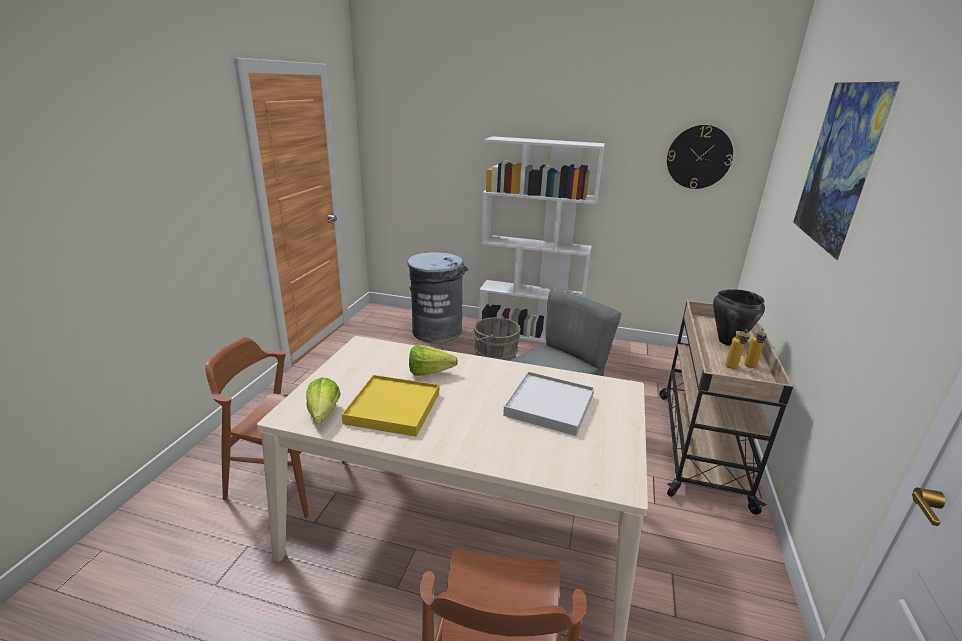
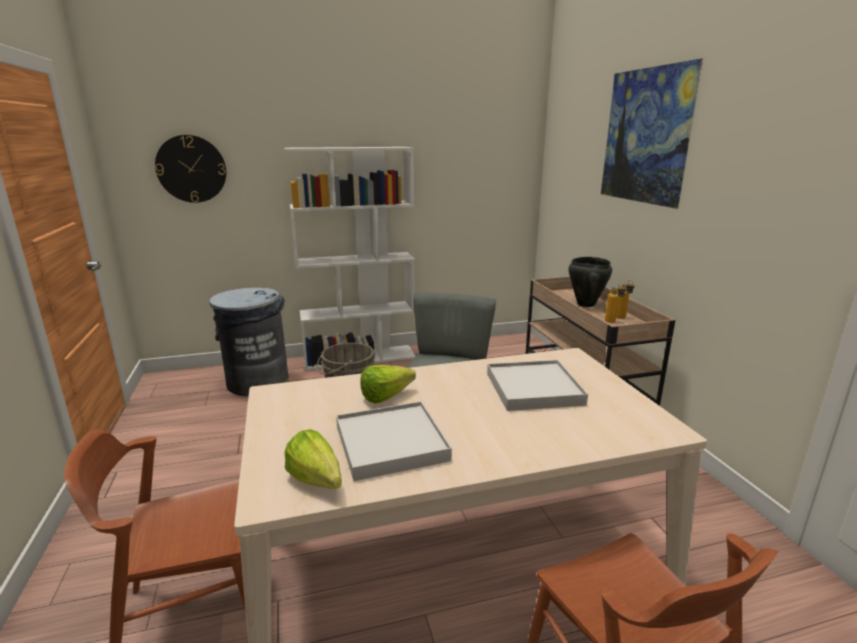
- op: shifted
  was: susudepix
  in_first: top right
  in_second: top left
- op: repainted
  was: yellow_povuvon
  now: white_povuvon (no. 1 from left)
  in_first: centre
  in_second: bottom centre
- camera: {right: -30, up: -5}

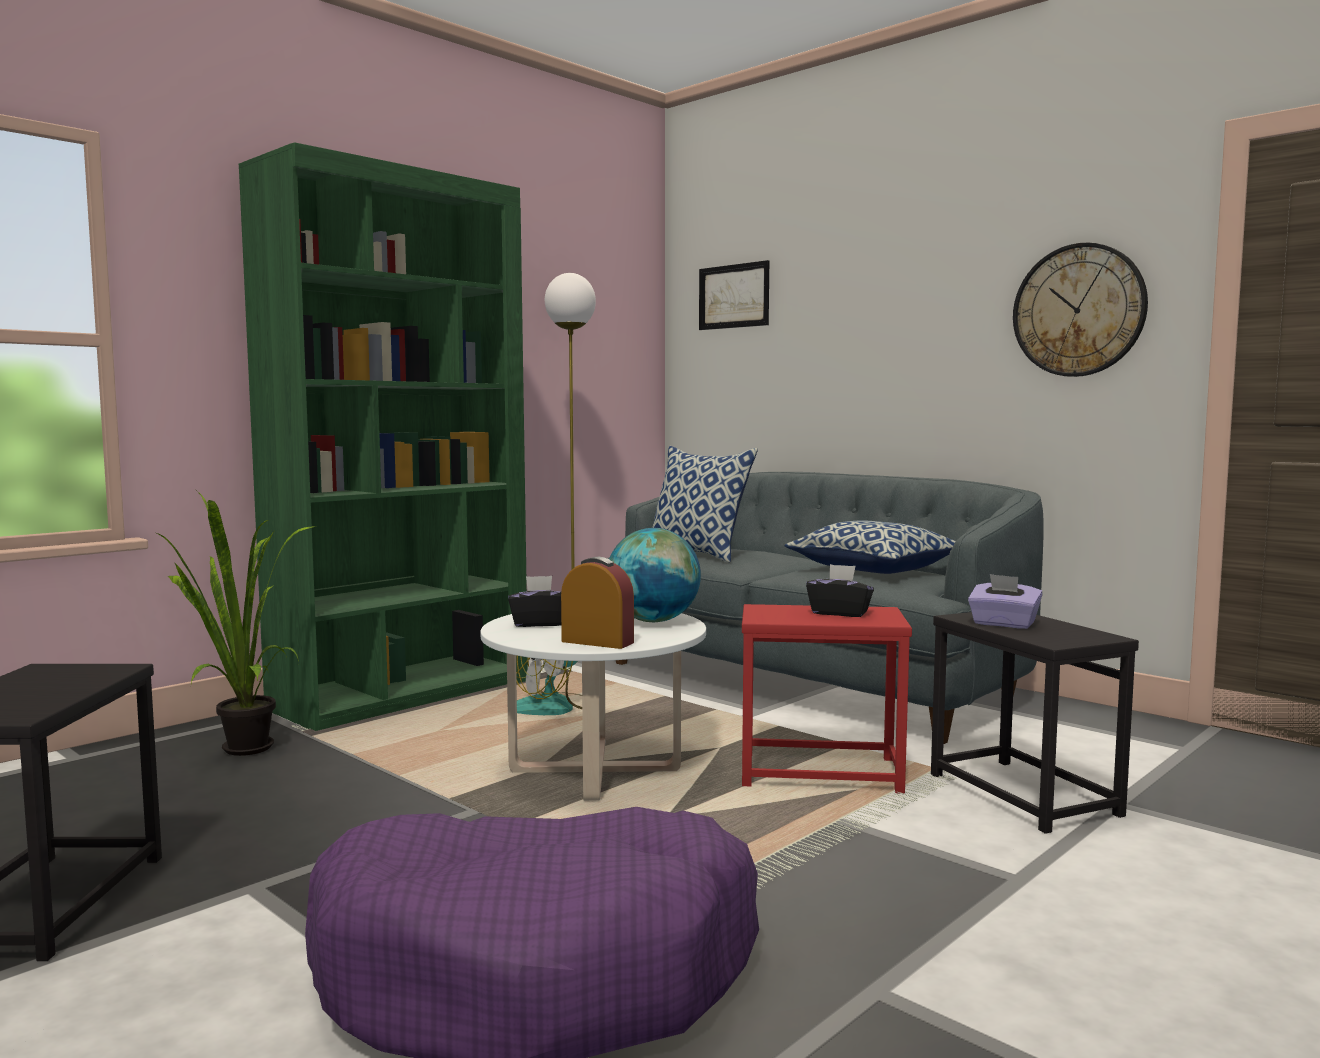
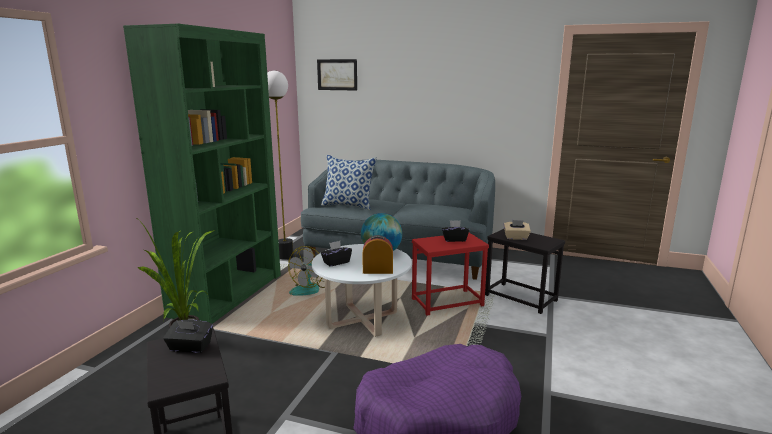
- op: gone
  was: susudepix
  in_first: top right
- op: gone
  was: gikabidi (no. 2 from left)
  in_first: centre
- op: repainted
  was: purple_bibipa
  now: beige_bibipa
  in_first: middle right
  in_second: middle right
- op: new
  now: black_bibipa (no. 1 from left)
  in_second: bottom left
- camera: {right: -25, up: 10}

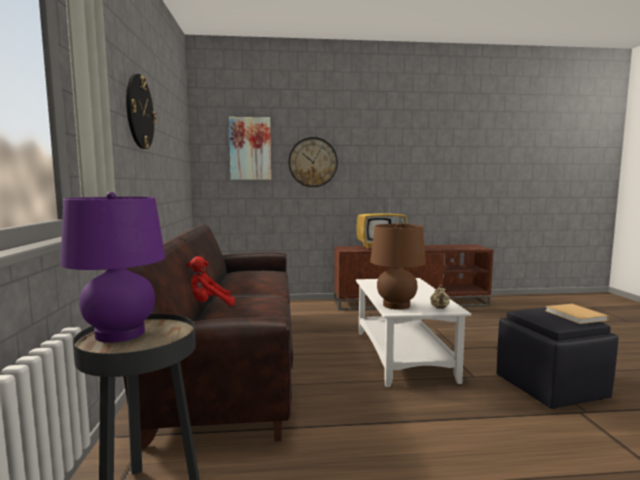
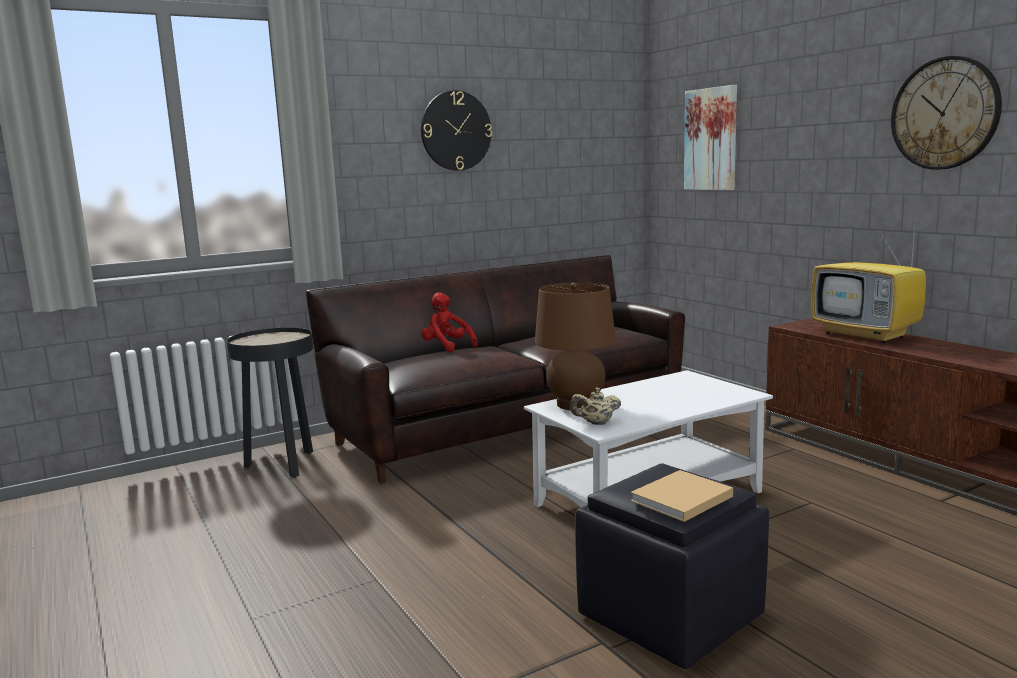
- op: shifted
  was: susudepix (no. 2 from left)
  in_first: centre
  in_second: top right
- op: gone
  was: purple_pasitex
  in_first: middle left
- camera: {right: 65, up: 5}

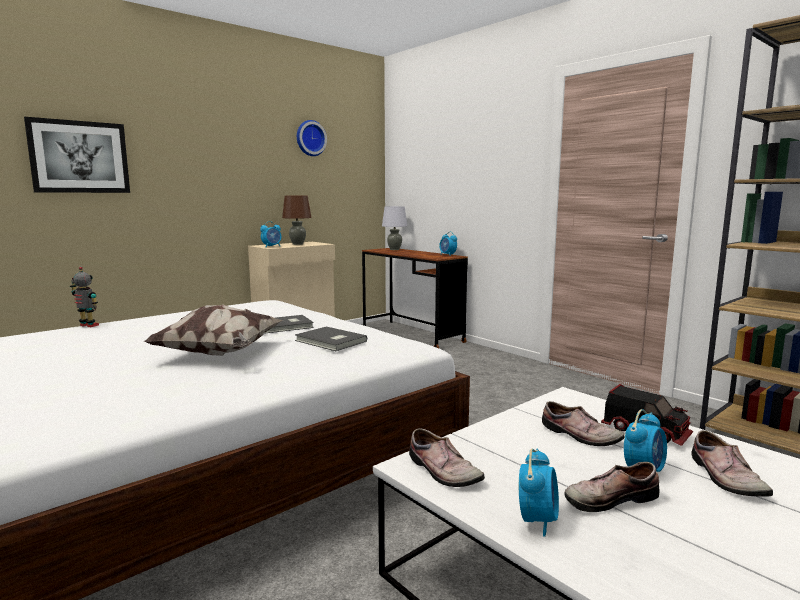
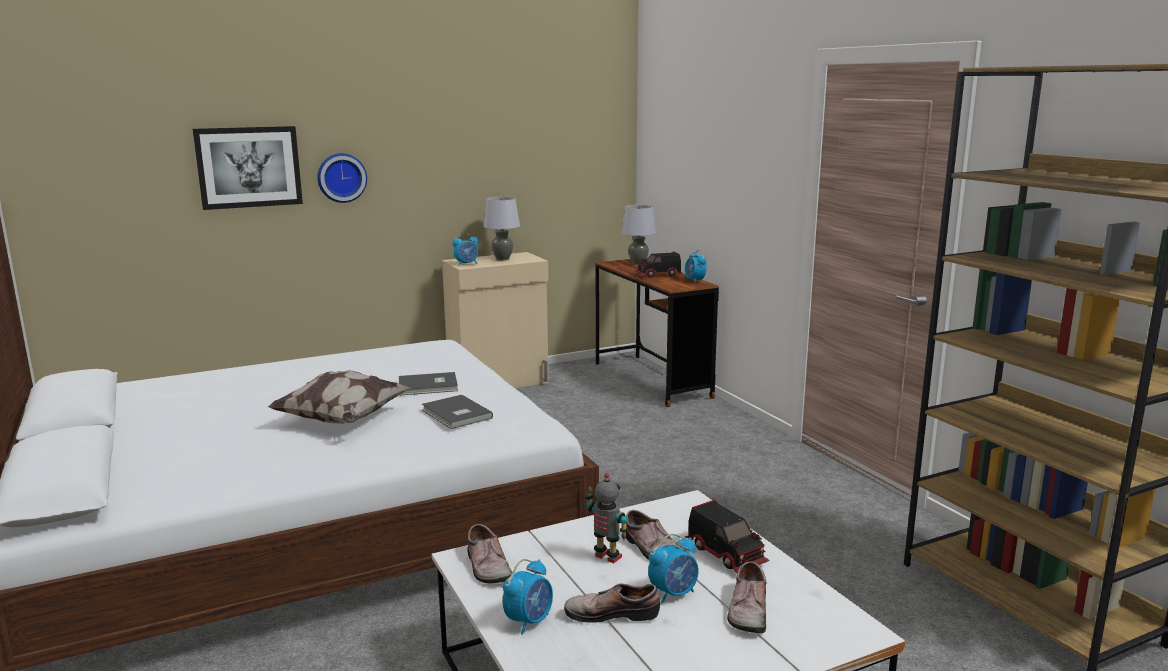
- op: shifted
  was: susudepix
  in_first: top centre
  in_second: top left
- op: repainted
  was: brown_pasitex
  now: grey_pasitex (no. 1 from left)
  in_first: centre
  in_second: centre
- op: shifted
  was: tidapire
  in_first: middle left
  in_second: bottom centre
- op: new
  now: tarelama (no. 1 from left)
  in_second: centre
- camera: {right: 15, up: 5}

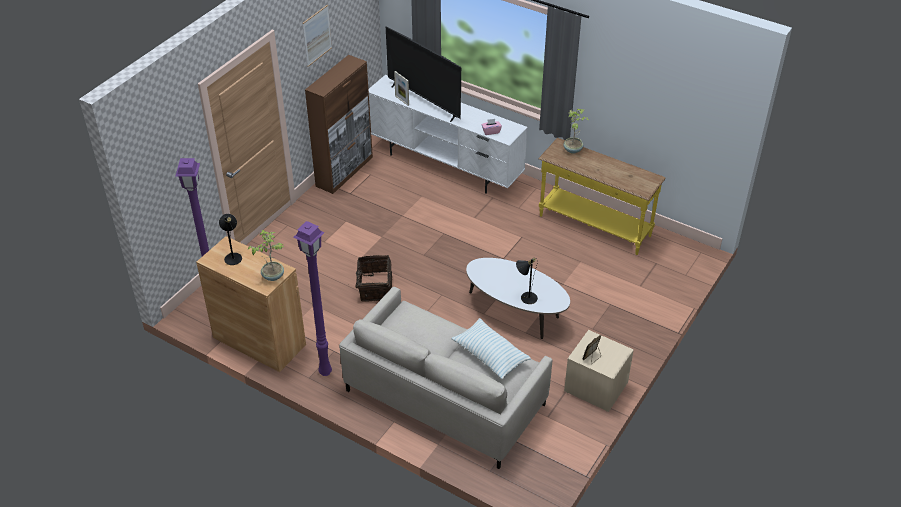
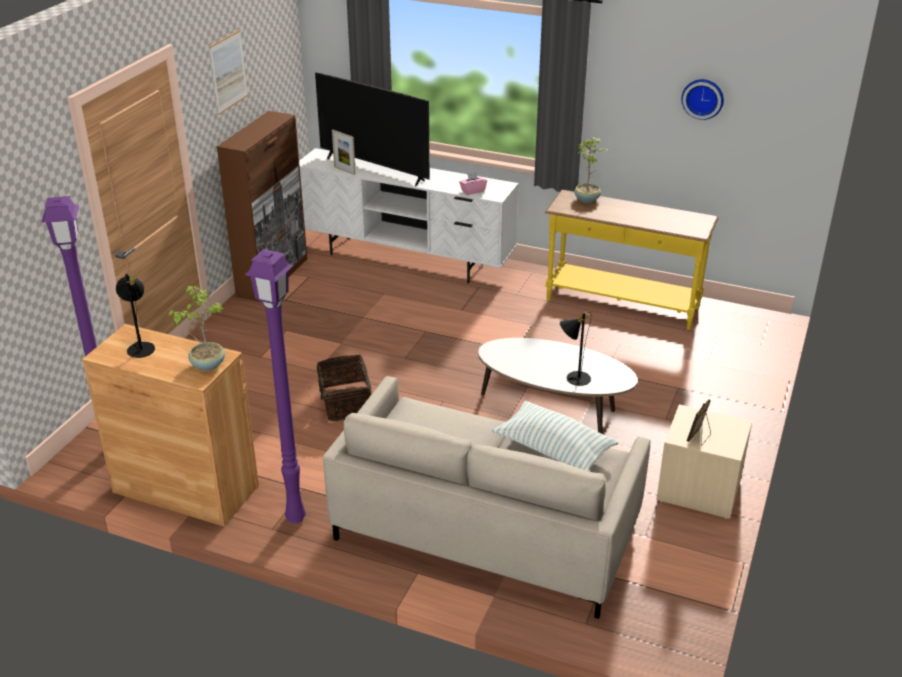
- op: new
  now: susudepix
  in_second: top right
- camera: {right: -10, up: -10}

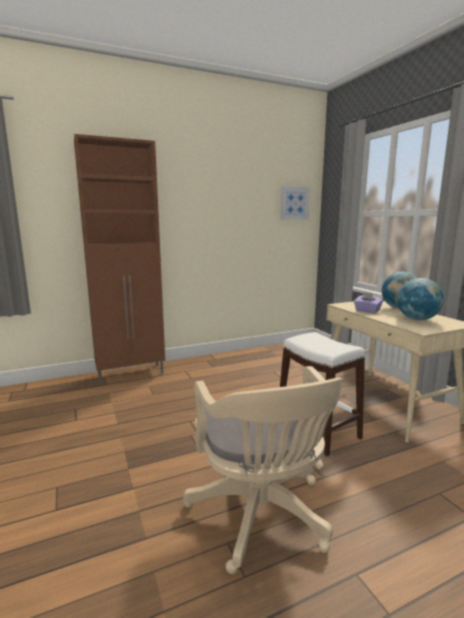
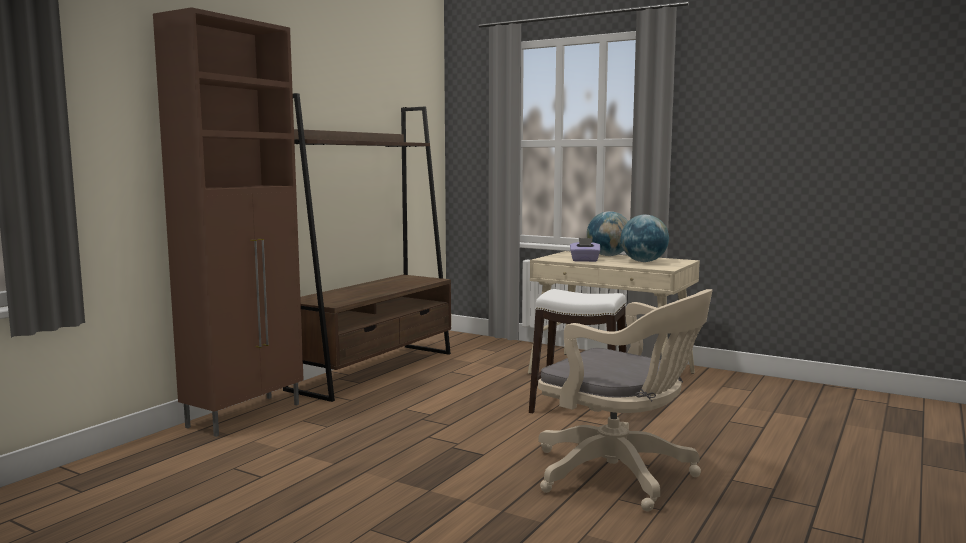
- op: gone
  was: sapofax
  in_first: top centre
- op: new
  now: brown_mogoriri
  in_second: centre
- camera: {right: -35, up: -5}

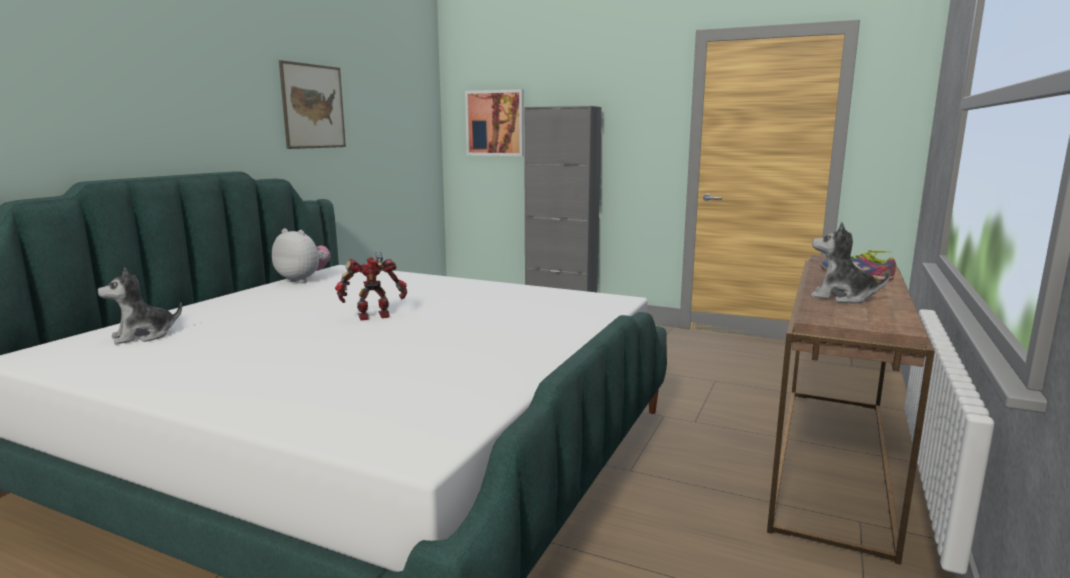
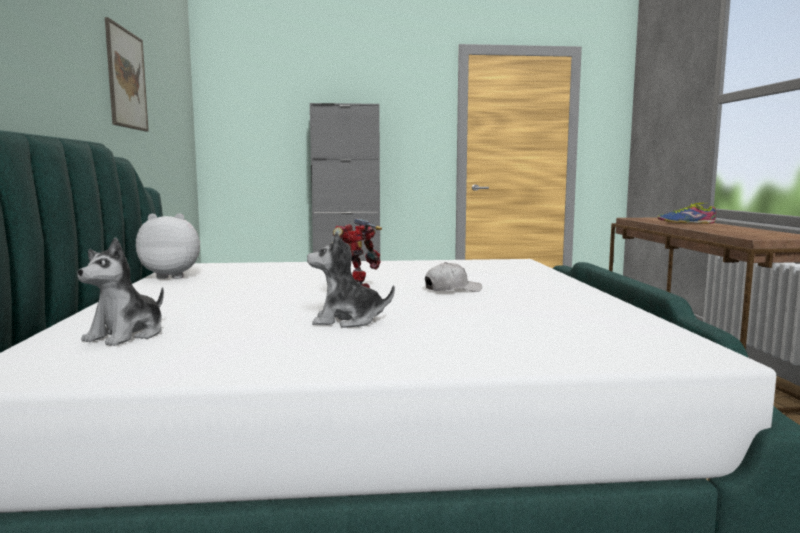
- op: gone
  was: sapofax (no. 2 from left)
  in_first: top centre
- op: shifted
  was: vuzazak (no. 3 from left)
  in_first: middle right
  in_second: centre
- op: new
  now: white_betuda
  in_second: centre
- camera: {right: -30, up: -5}

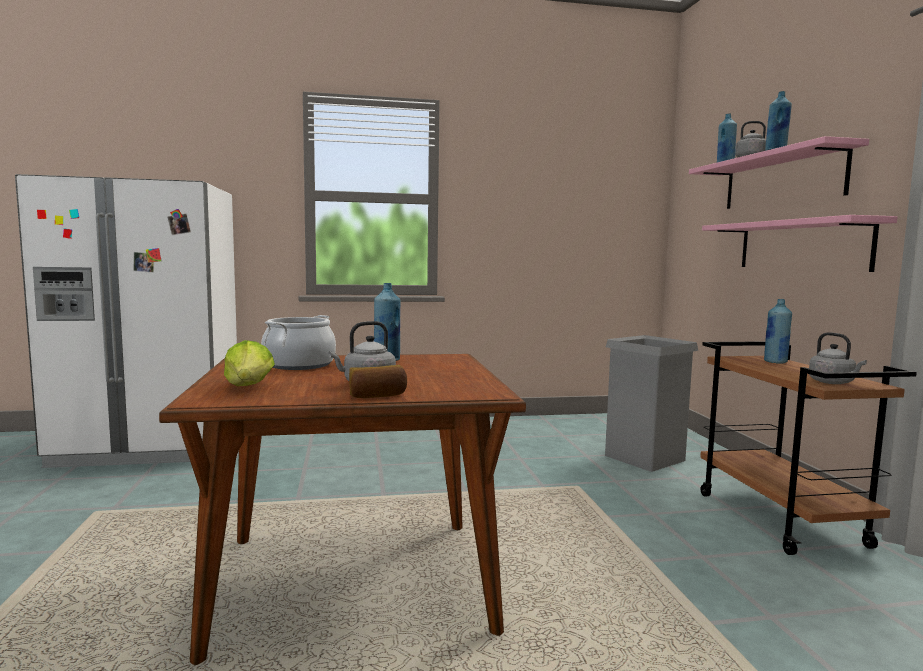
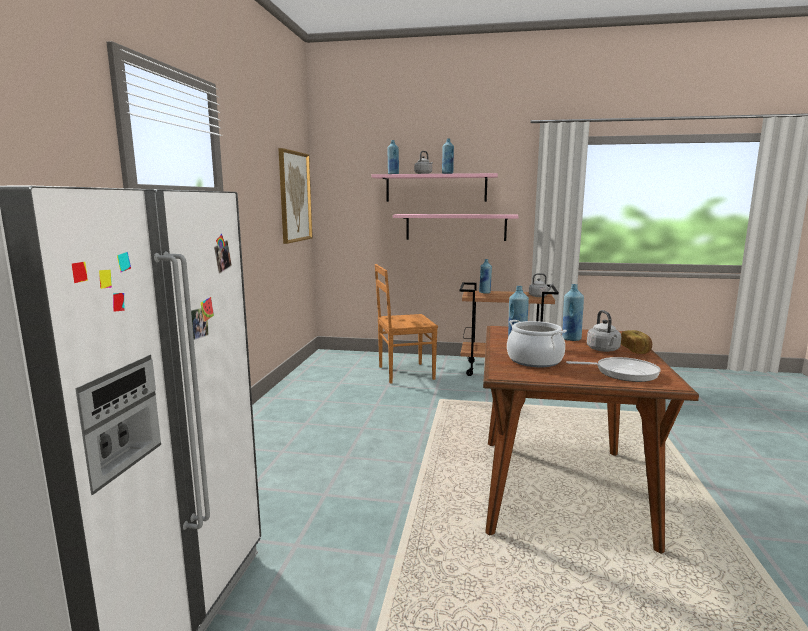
- op: swapped
  was: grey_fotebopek
  now: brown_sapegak
  in_first: middle right
  in_second: centre
- op: swapped
  was: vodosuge
  now: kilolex
  in_first: middle left
  in_second: middle right
- op: new
  now: sapofax
  in_second: top centre
- op: new
  now: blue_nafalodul (no. 5 from left)
  in_second: middle right
- camera: {right: -70, up: 5}

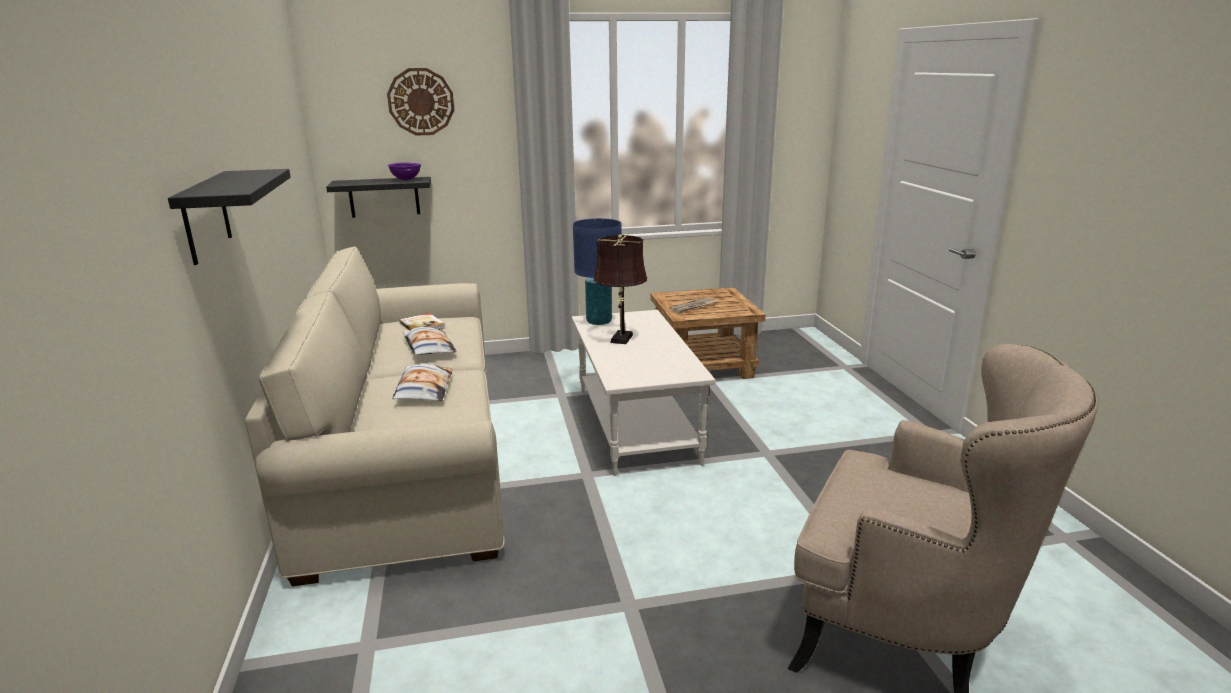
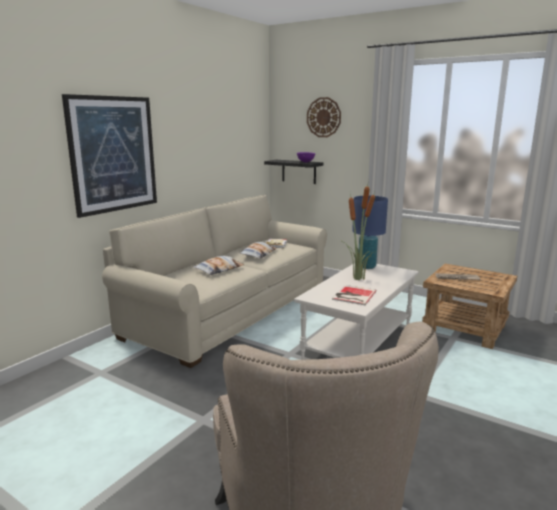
- op: swapped
  was: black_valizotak (no. 1 from left)
  now: sapofax
  in_first: top left
  in_second: top left
- op: swapped
  was: brown_pasitex
  now: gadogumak
  in_first: centre
  in_second: centre
- op: new
  now: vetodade (no. 2 from left)
  in_second: centre
- camera: {right: 45, up: -5}

